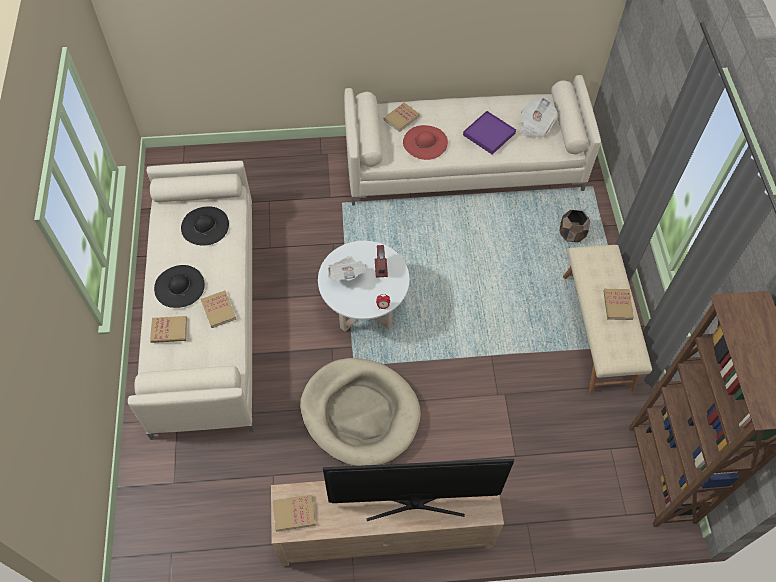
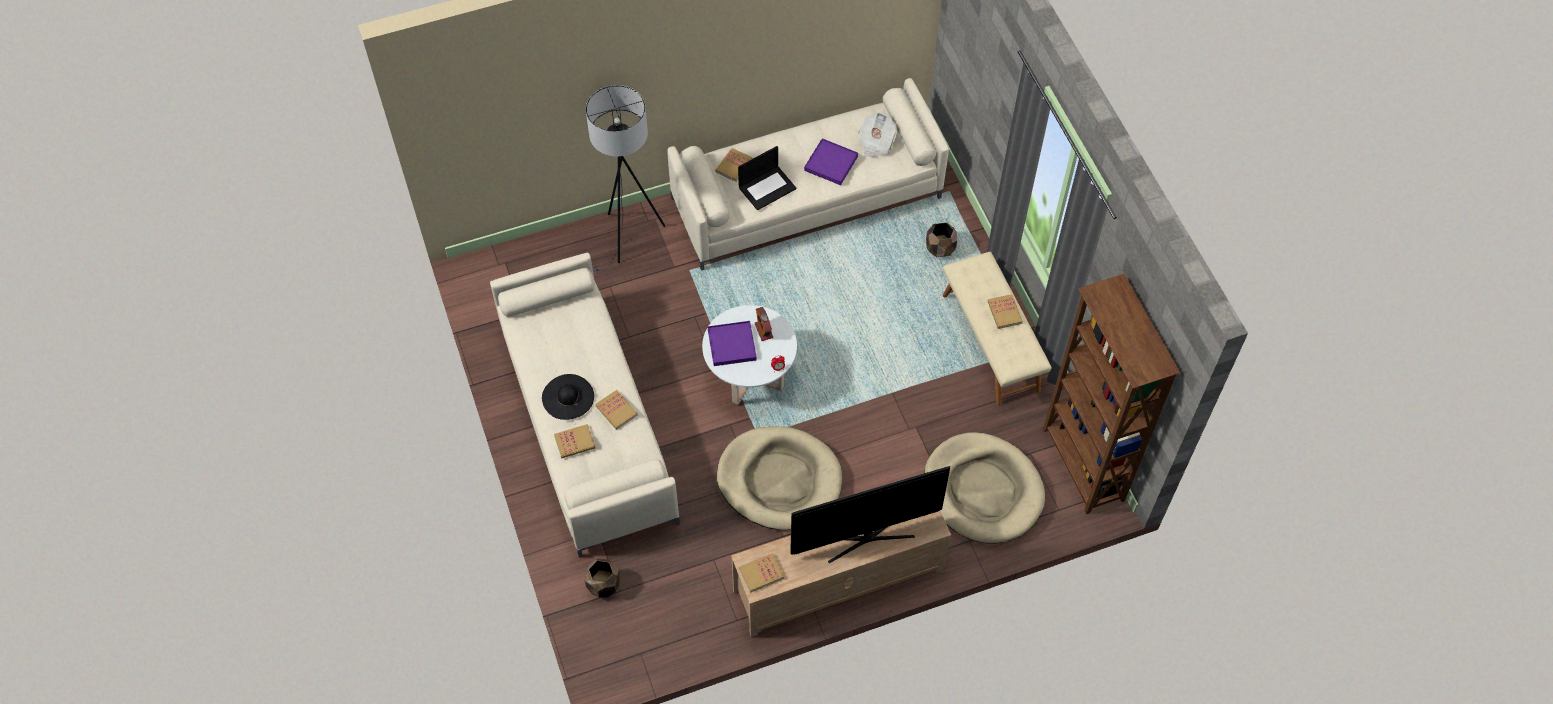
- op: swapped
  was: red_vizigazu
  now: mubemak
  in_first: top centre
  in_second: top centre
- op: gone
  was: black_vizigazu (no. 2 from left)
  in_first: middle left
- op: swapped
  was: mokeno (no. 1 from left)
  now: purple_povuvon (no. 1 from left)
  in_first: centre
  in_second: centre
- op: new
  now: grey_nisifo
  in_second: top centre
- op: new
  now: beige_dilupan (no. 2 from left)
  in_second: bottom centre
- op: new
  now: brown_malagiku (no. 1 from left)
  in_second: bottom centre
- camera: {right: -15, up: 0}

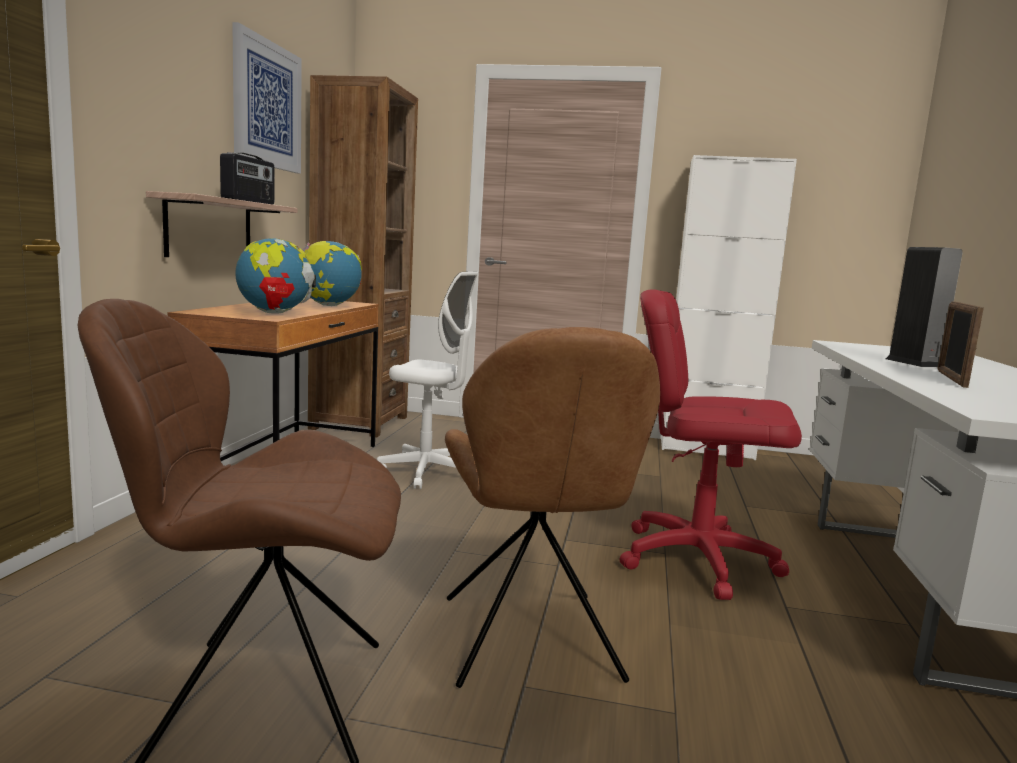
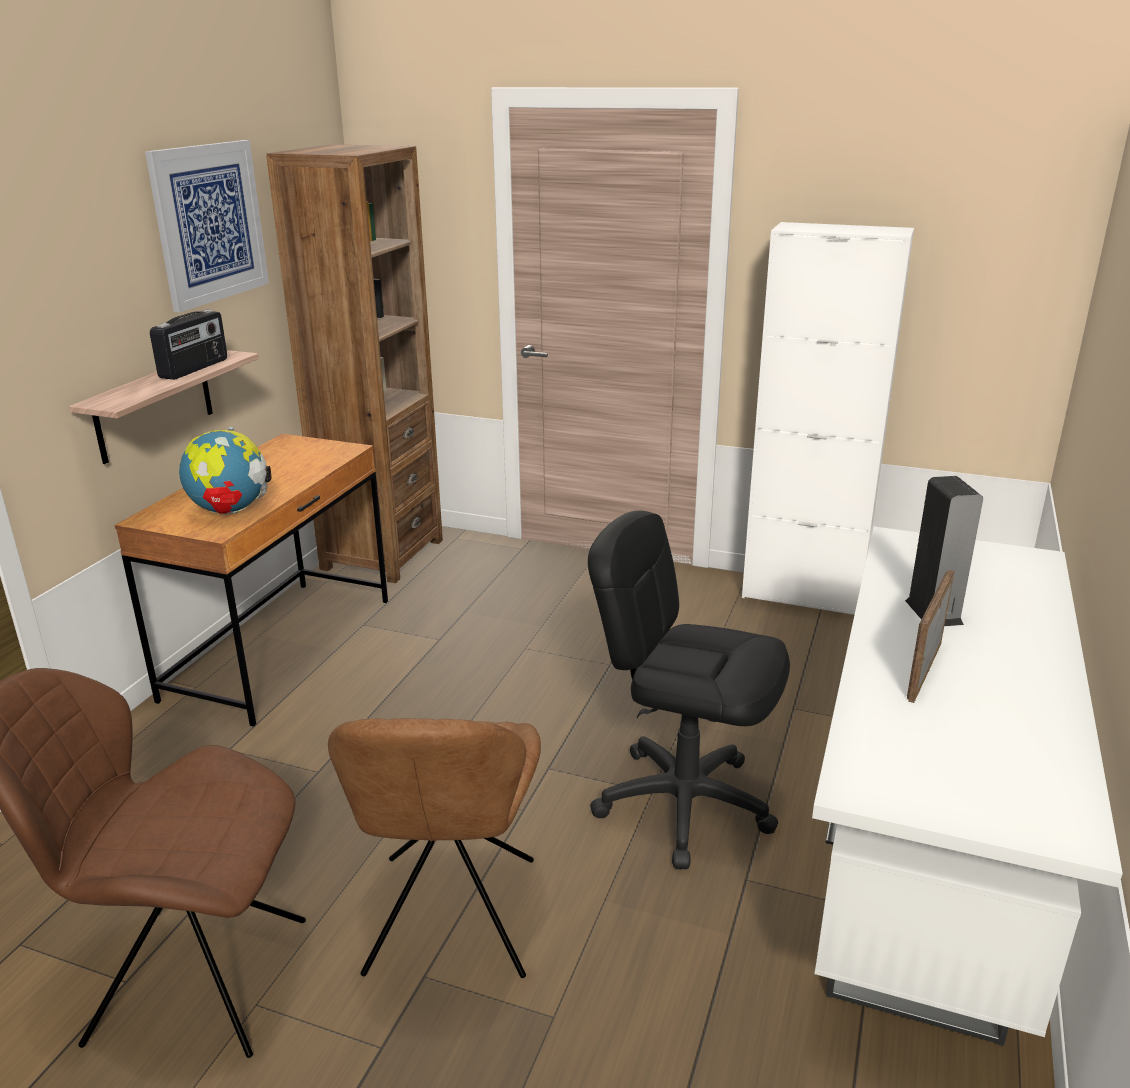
- op: gone
  was: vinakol (no. 2 from left)
  in_first: middle left
- op: gone
  was: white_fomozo
  in_first: centre
- op: repainted
  was: red_fomozo
  now: black_fomozo
  in_first: middle right
  in_second: centre
- camera: {right: 10, up: 15}

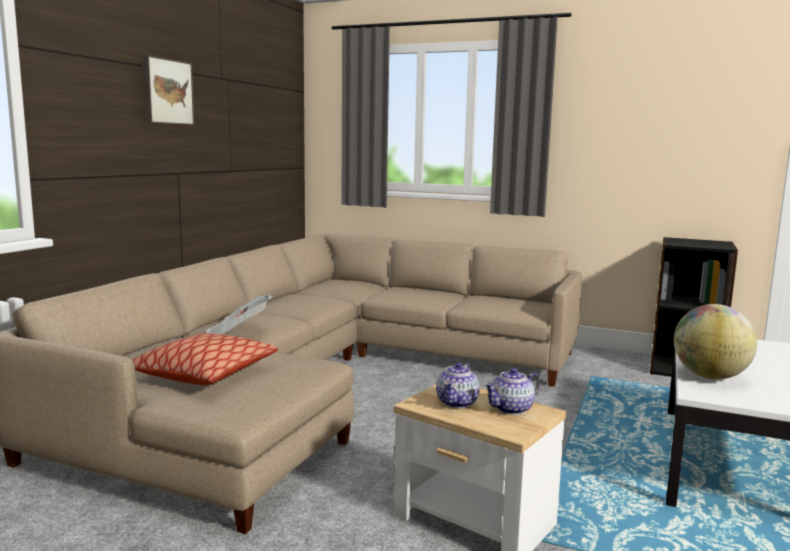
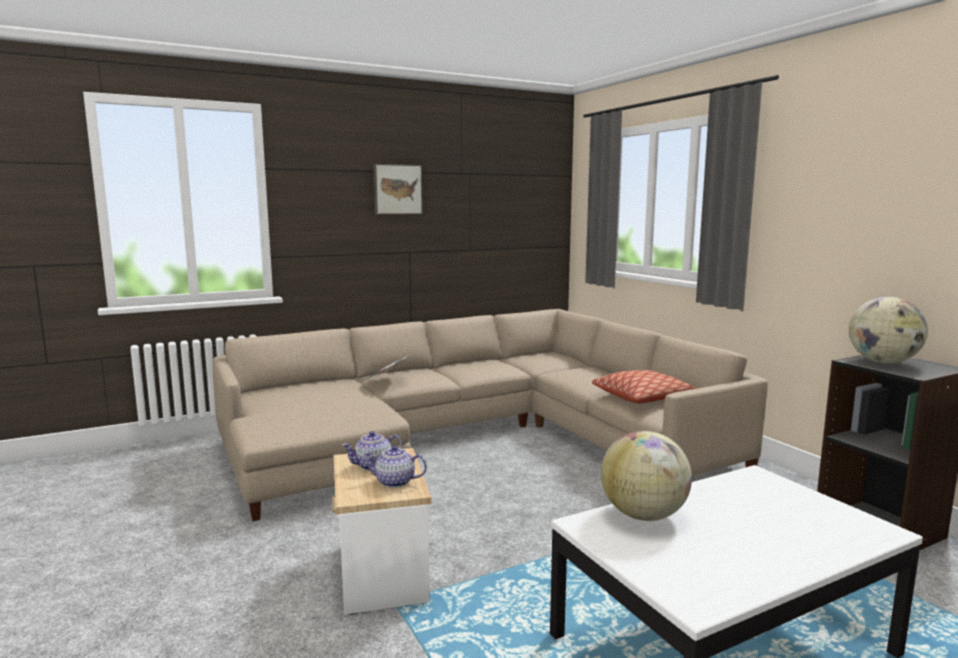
- op: shifted
  was: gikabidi
  in_first: middle left
  in_second: middle right
- op: new
  now: vinakol (no. 2 from left)
  in_second: middle right
- camera: {right: 40, up: 0}

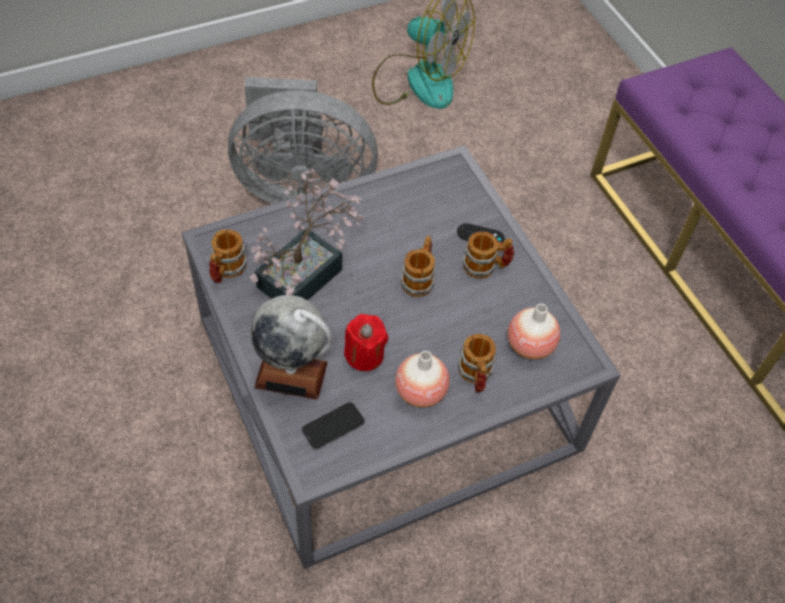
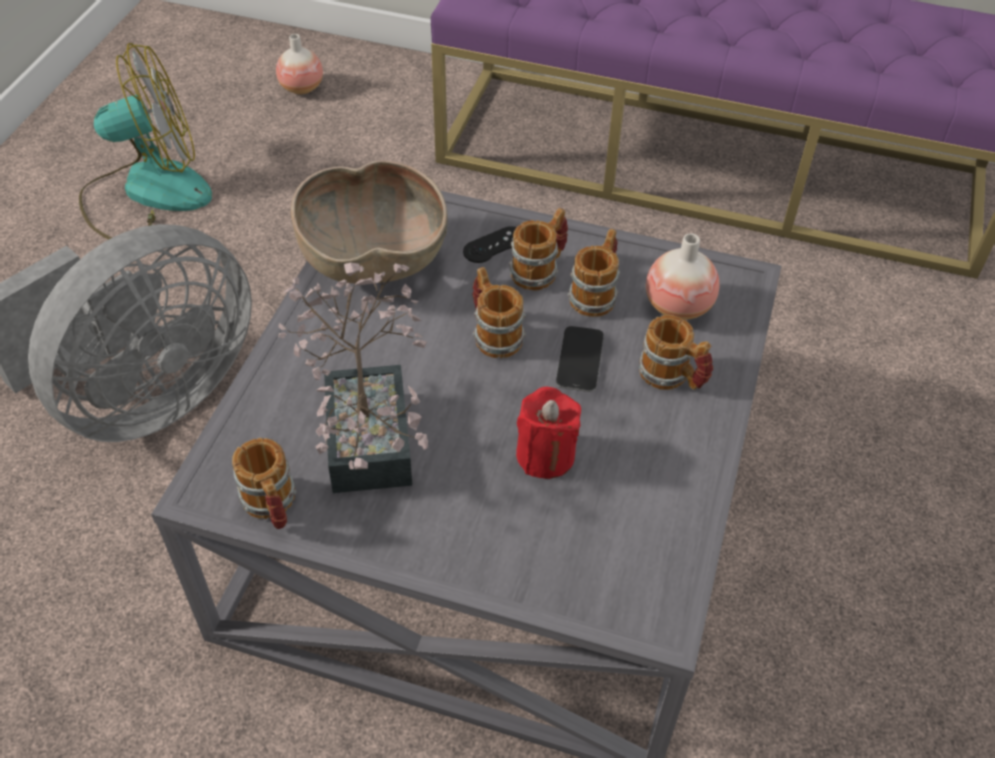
- op: gone
  was: vinakol
  in_first: centre
- op: shifted
  was: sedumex (no. 1 from left)
  in_first: centre
  in_second: top left
- op: shifted
  was: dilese
  in_first: bottom centre
  in_second: centre
- op: new
  now: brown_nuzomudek
  in_second: top centre
- op: new
  now: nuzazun (no. 4 from left)
  in_second: centre
- camera: {right: -45, up: -5}

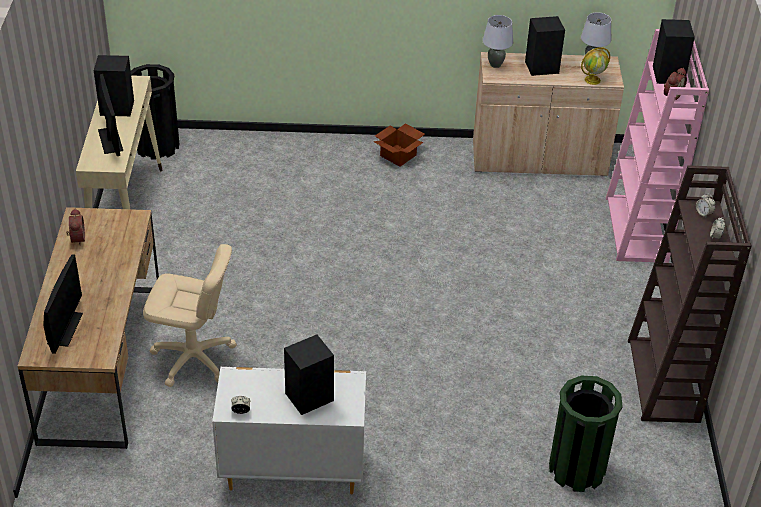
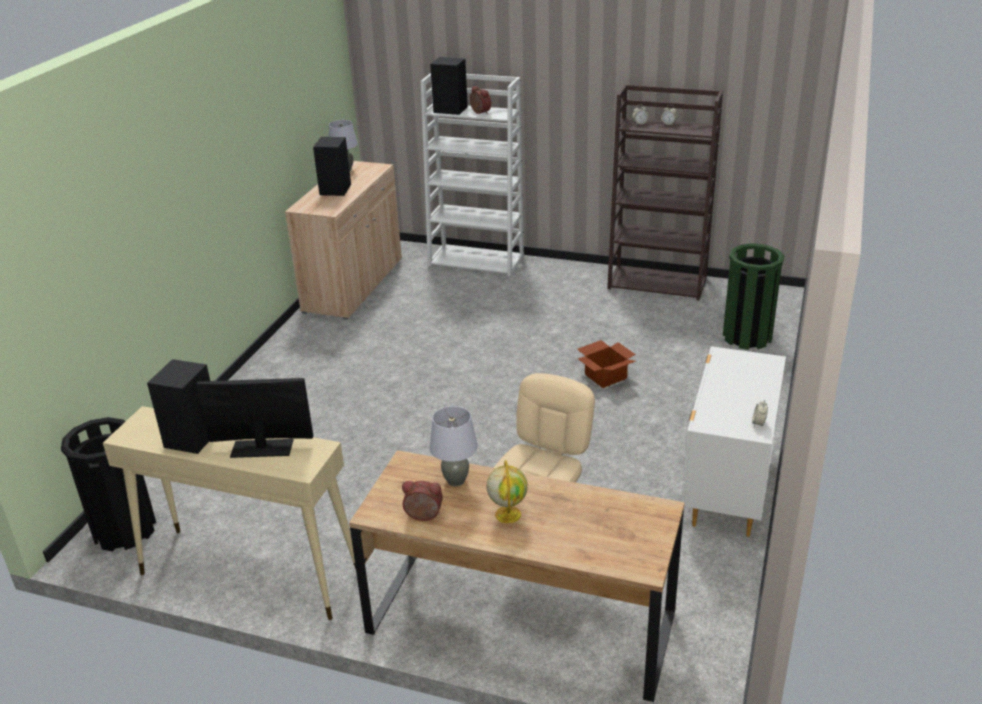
- op: shifted
  was: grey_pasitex (no. 1 from left in the first image)
  now: grey_pasitex (no. 2 from left)
  in_first: top centre
  in_second: centre
- op: repainted
  was: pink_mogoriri
  now: white_mogoriri
  in_first: top right
  in_second: top centre
- op: shifted
  was: vinakol
  in_first: top right
  in_second: bottom centre
- op: shifted
  was: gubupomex
  in_first: top centre
  in_second: centre
- op: gone
  was: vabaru (no. 1 from left)
  in_first: middle left
- op: gone
  was: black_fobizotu (no. 2 from left)
  in_first: bottom centre
- camera: {right: -70, up: -10}

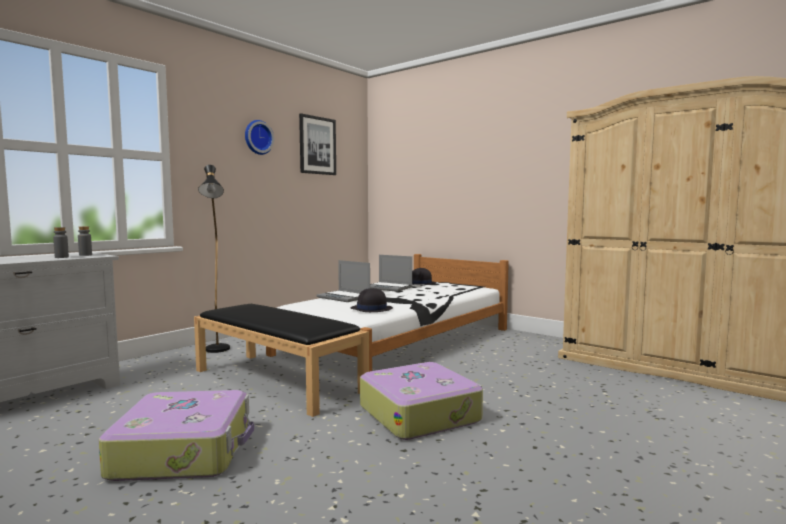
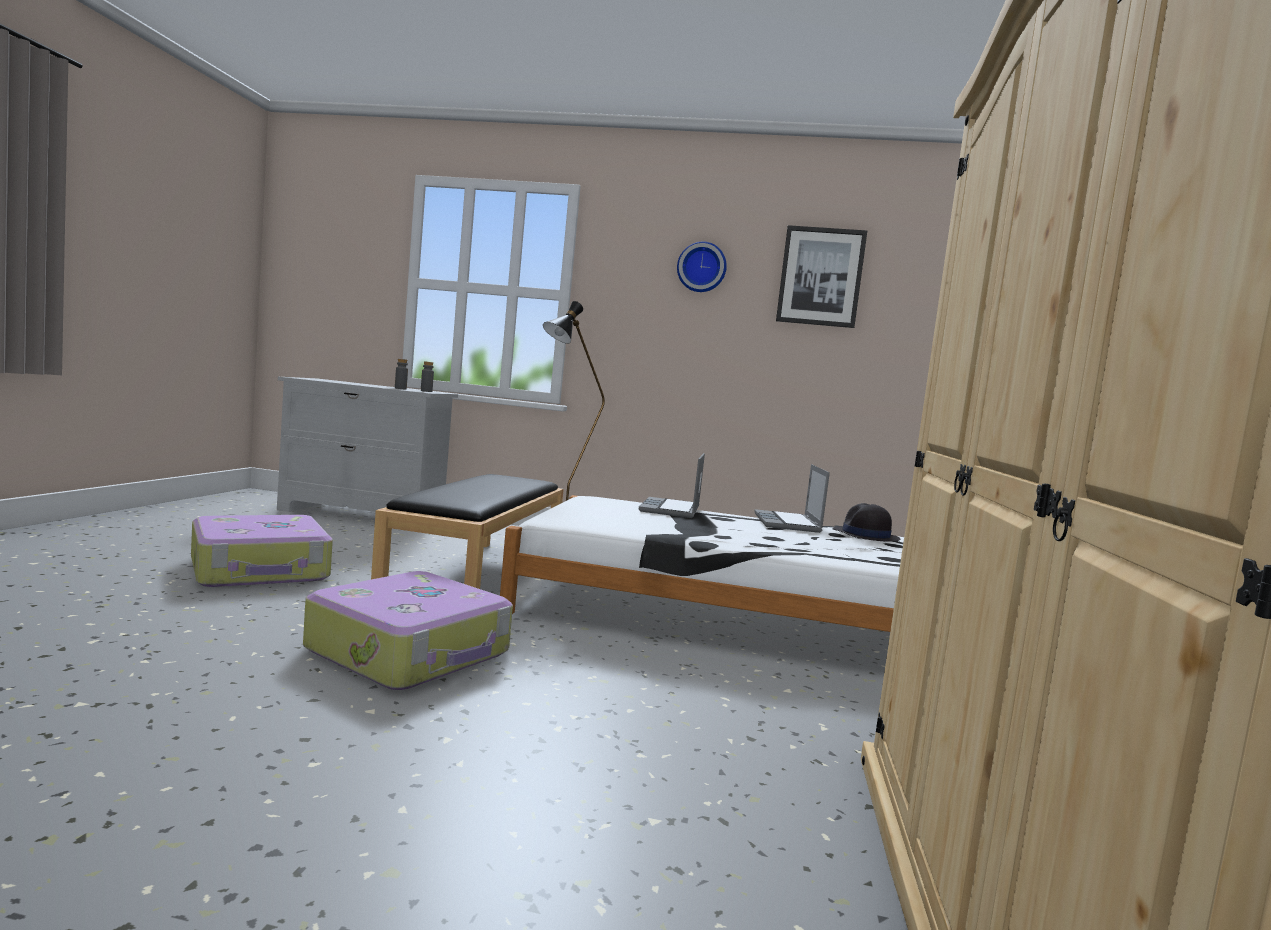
- op: gone
  was: black_vizigazu (no. 1 from left)
  in_first: centre
- camera: {right: 60, up: 0}

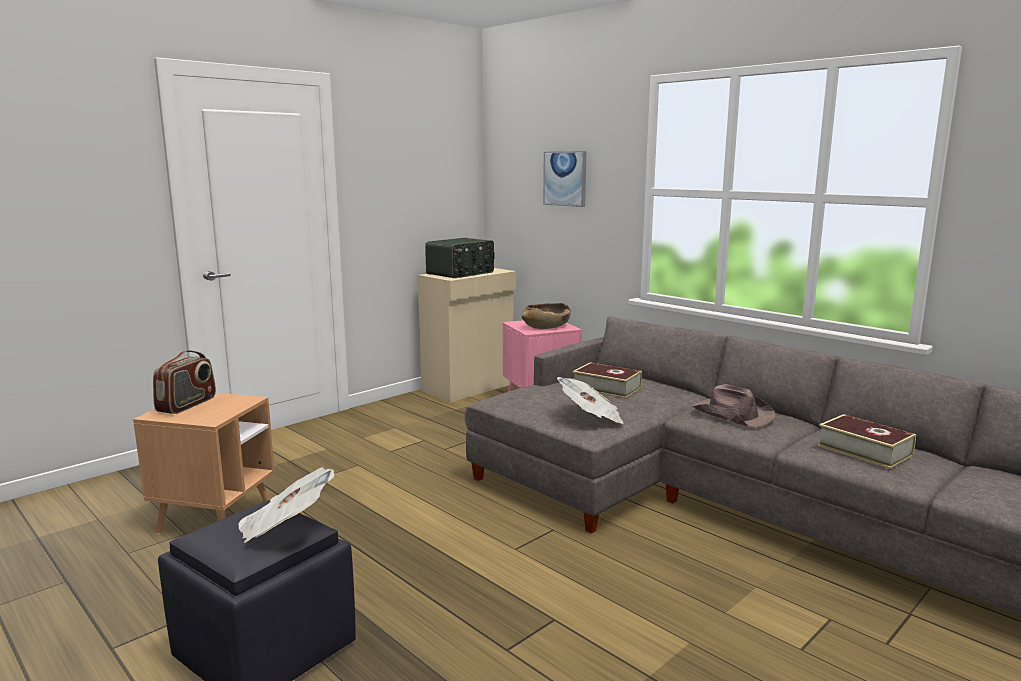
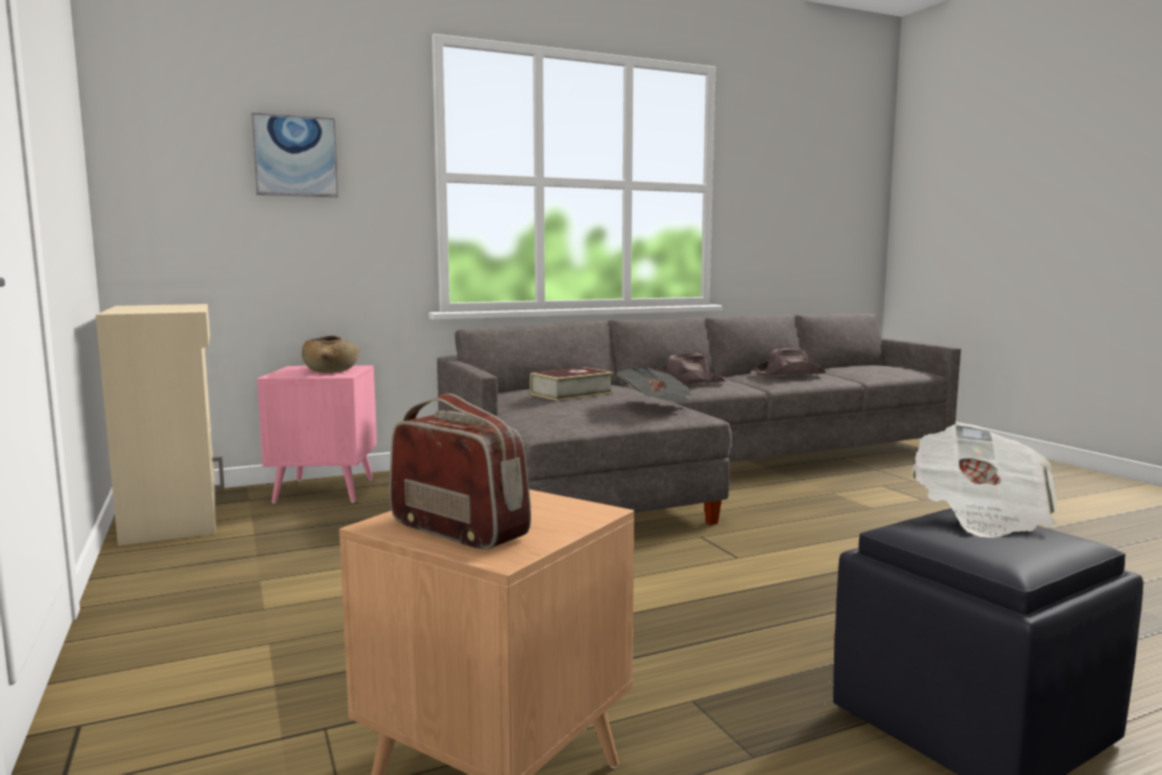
- op: gone
  was: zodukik (no. 2 from left)
  in_first: centre
- op: swapped
  was: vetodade (no. 2 from left)
  now: brown_vizigazu (no. 2 from left)
  in_first: middle right
  in_second: middle right
- camera: {right: -70, up: -5}

